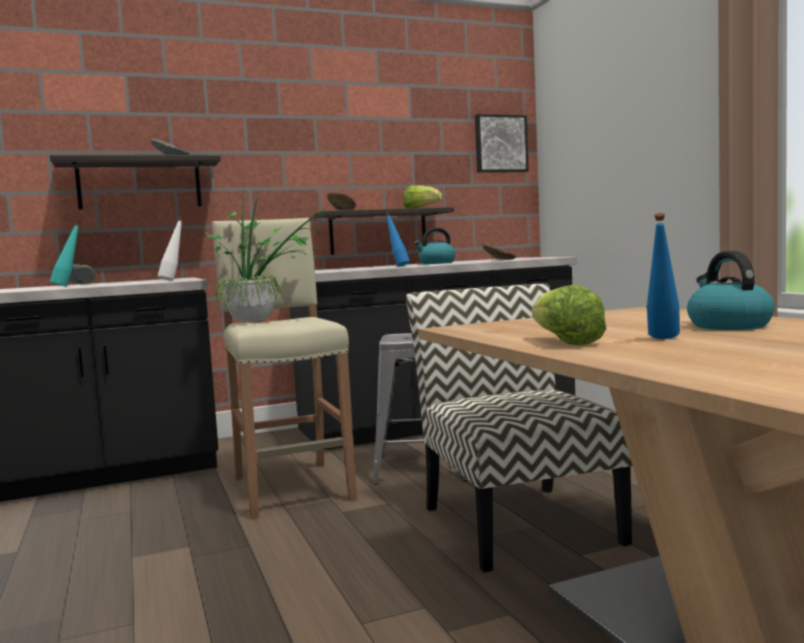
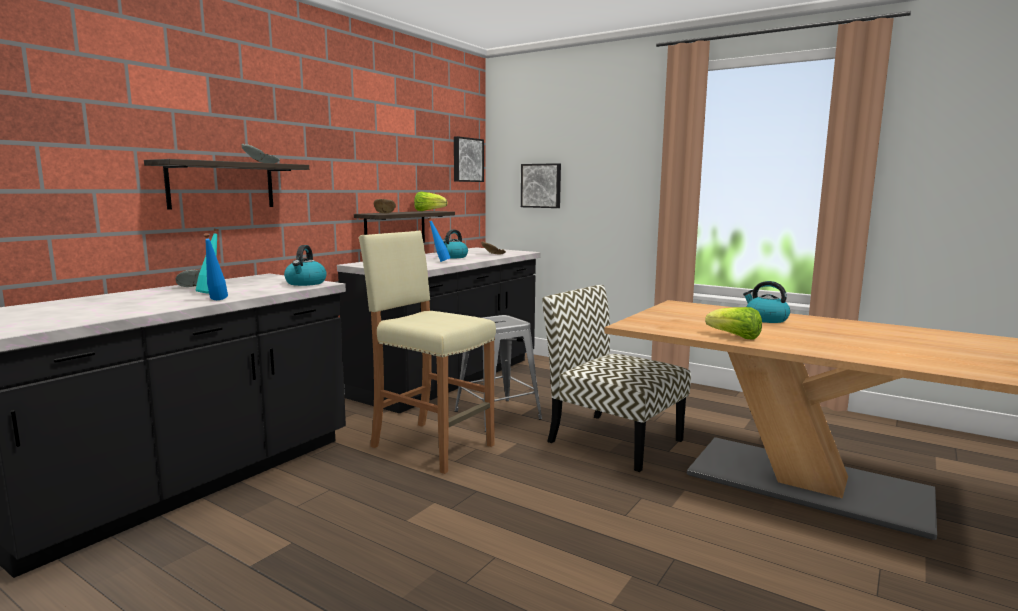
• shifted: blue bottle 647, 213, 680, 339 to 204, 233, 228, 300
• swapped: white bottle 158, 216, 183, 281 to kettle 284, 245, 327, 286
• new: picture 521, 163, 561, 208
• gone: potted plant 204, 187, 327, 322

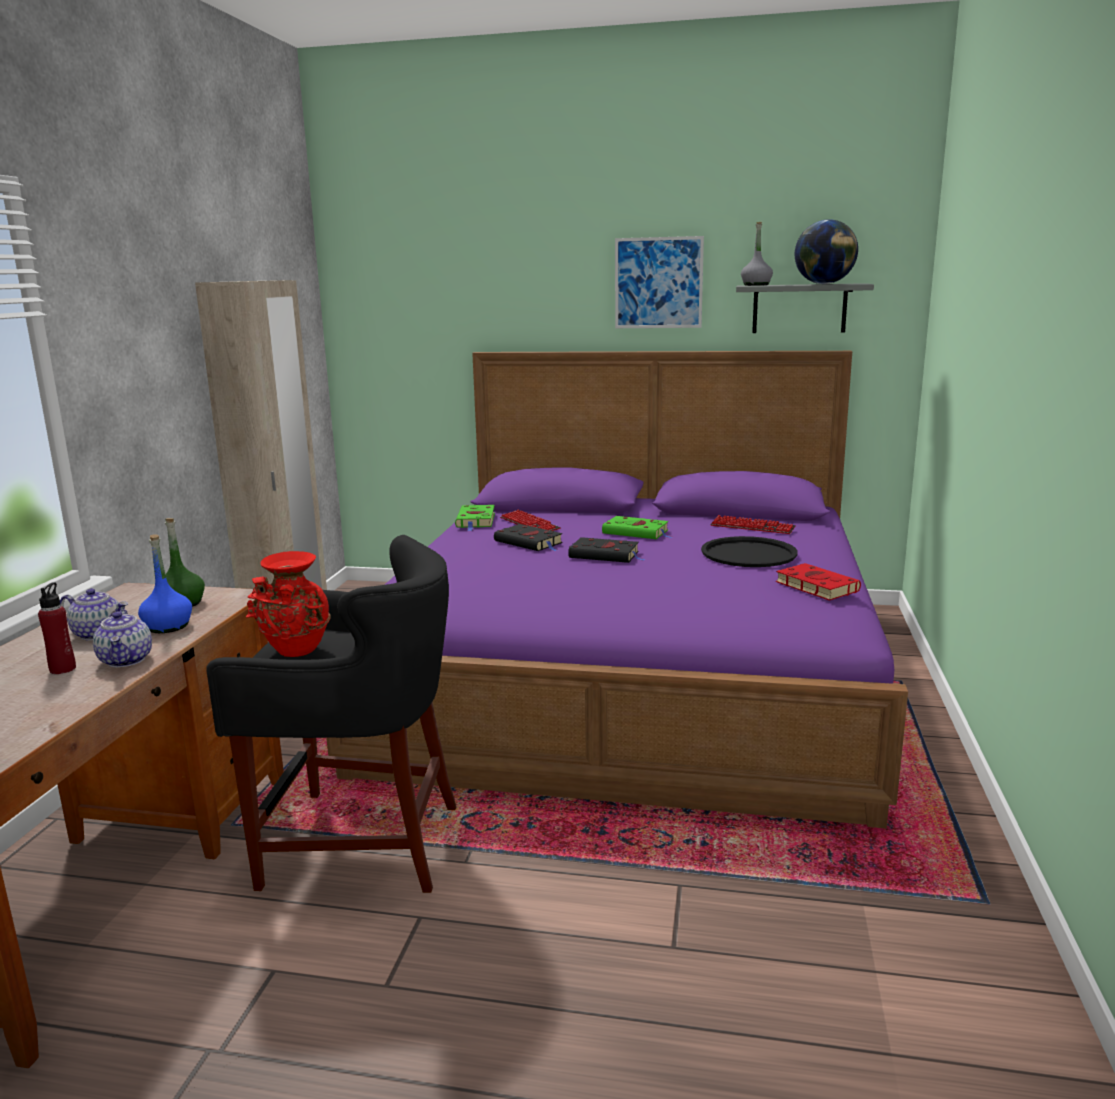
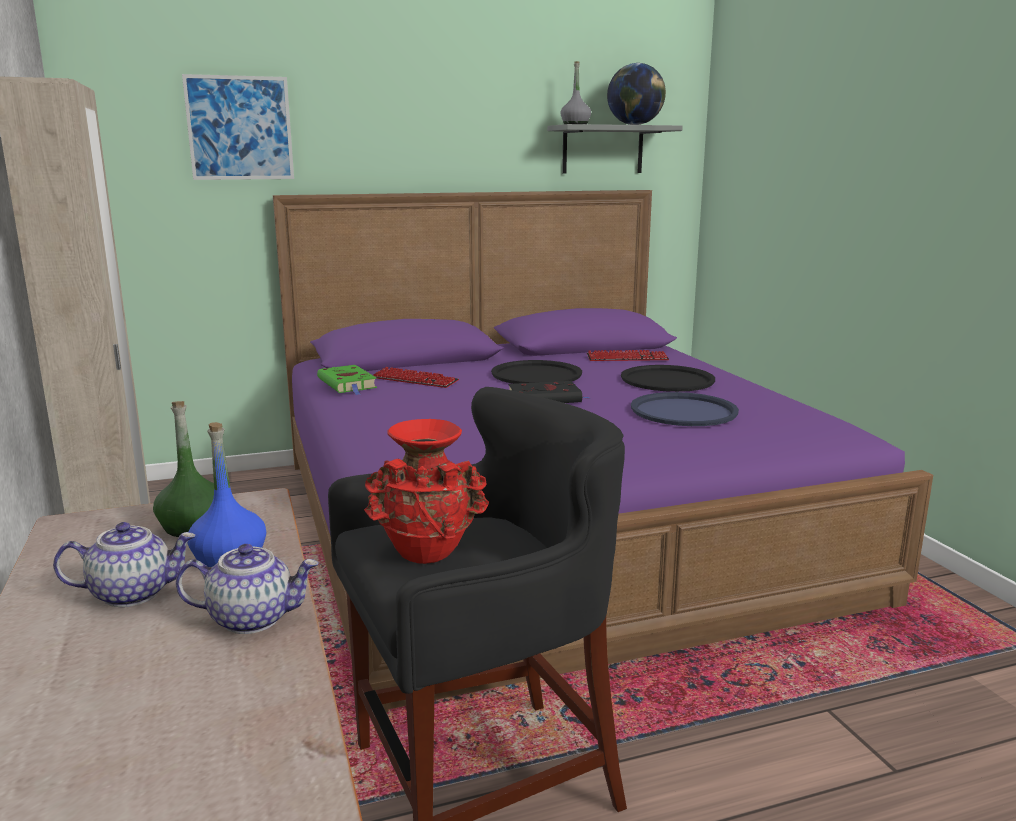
• rotated: teapot 93, 609, 152, 667 = 176, 544, 319, 634 45 degrees counterclockwise
• shifted: picture 615, 236, 704, 328 to 182, 74, 294, 180
• swapped: green book 602, 516, 671, 539 to black tray 491, 360, 582, 384
• new: blue tray 631, 392, 739, 426
• gone: red bottle 38, 583, 76, 674
• gone: black book 494, 524, 563, 551
• gone: red book 776, 563, 861, 601

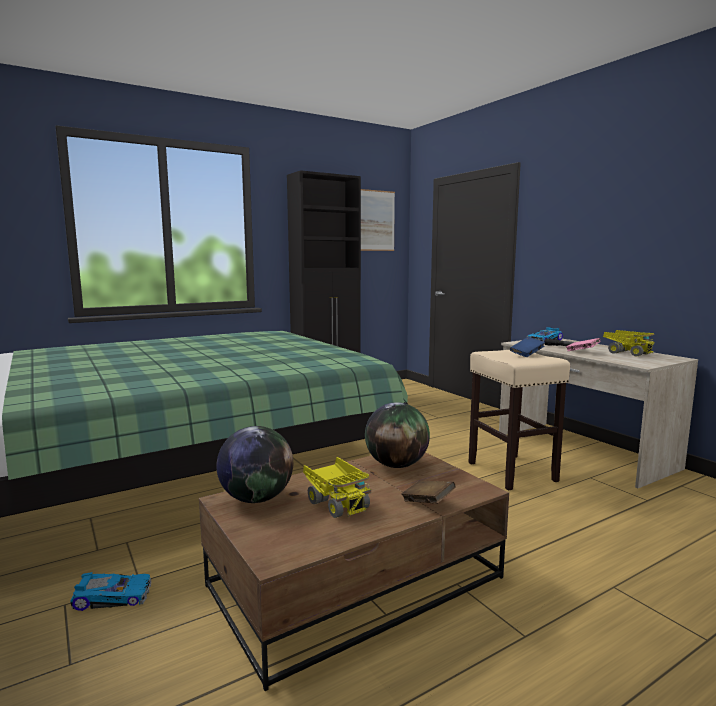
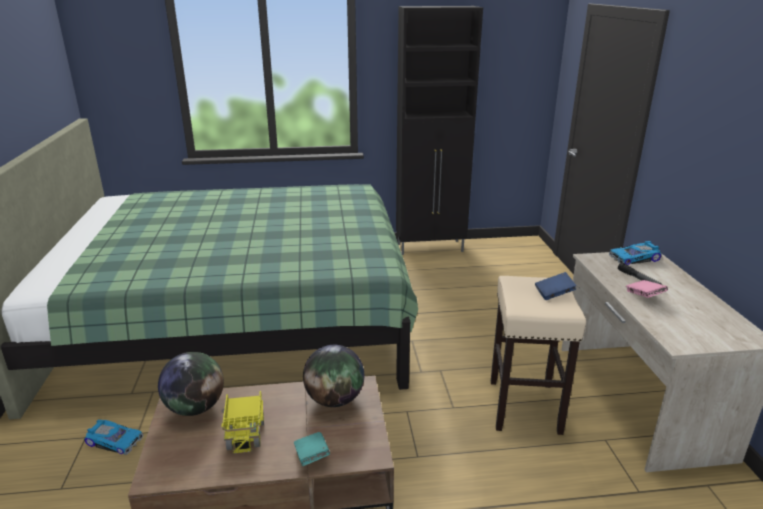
• repainted: brown book 401, 480, 455, 504 to turquoise book 294, 432, 330, 466
• gone: picture 361, 189, 395, 251
• gone: toy truck 603, 330, 655, 356

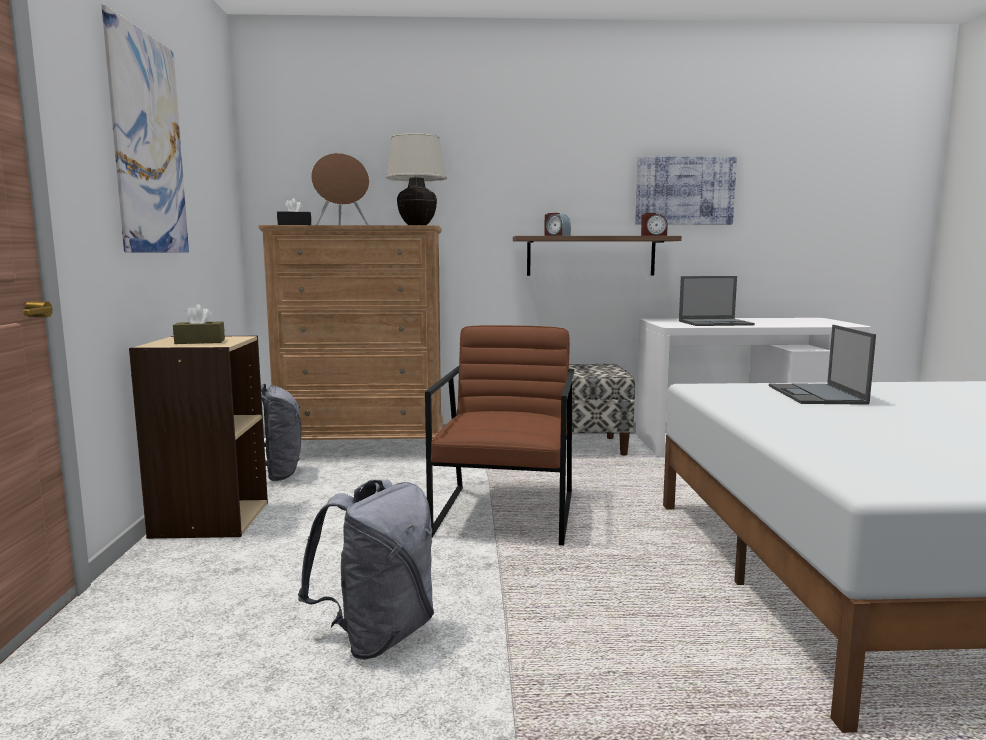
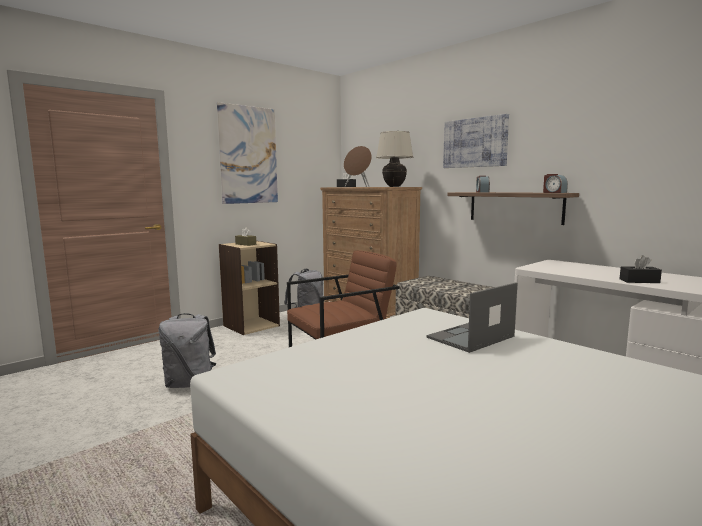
• shifted: picture 635, 156, 737, 225 to 443, 114, 509, 168
• new: black tissue box 620, 255, 662, 283
• gone: laptop 679, 276, 755, 326

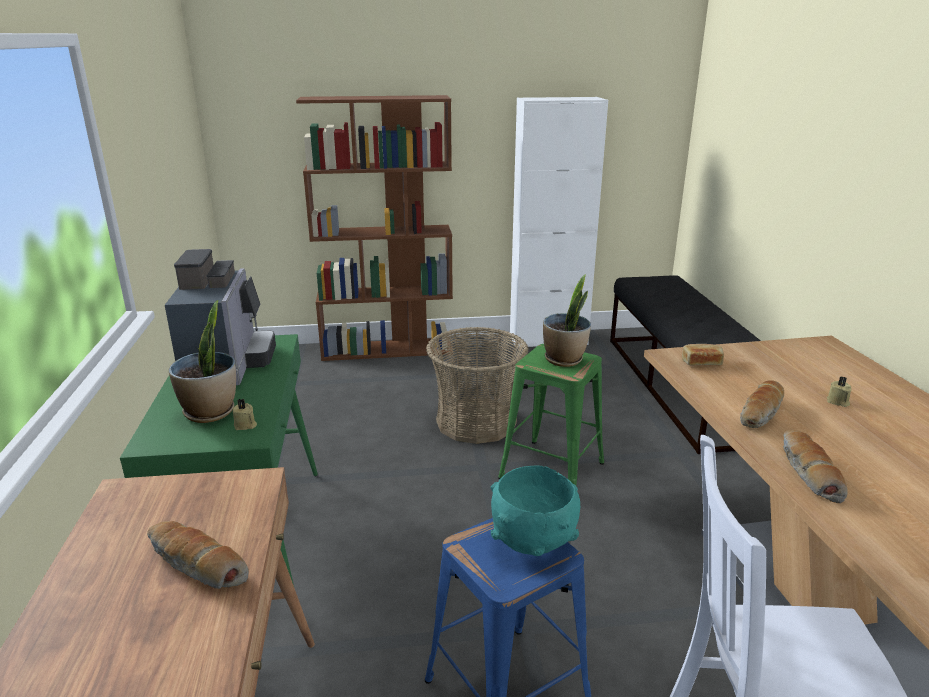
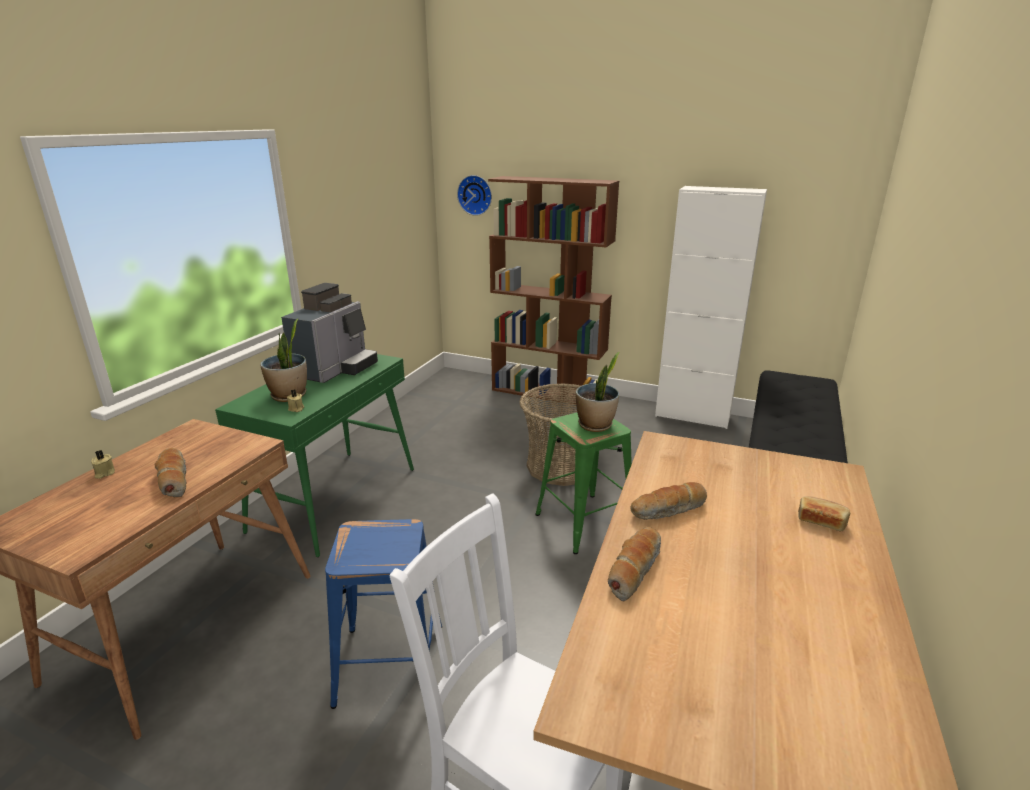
• shifted: beige candle 827, 376, 852, 407 to 91, 450, 115, 479
• new: wall clock 457, 175, 492, 216
• shifted: bread 682, 344, 724, 365 to 798, 496, 851, 531
• gone: turquoise bowl 491, 466, 580, 556

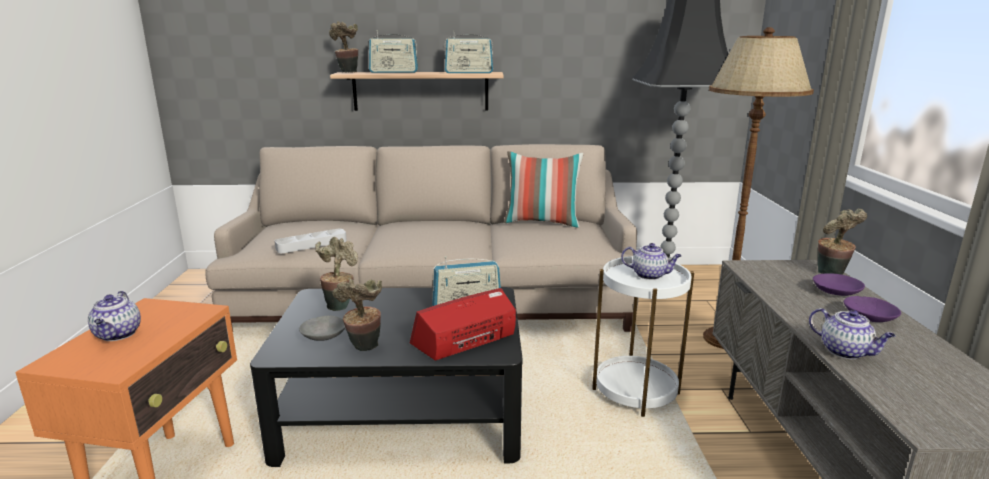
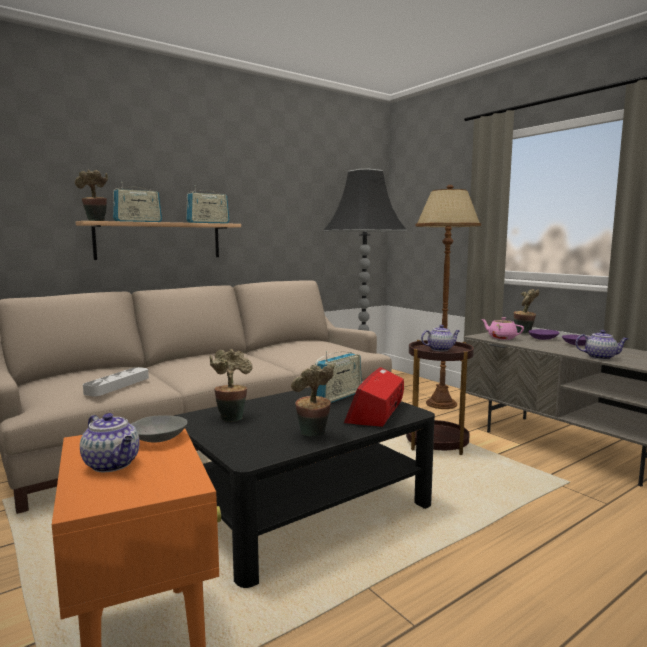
• shifted: grey bowl 299, 315, 345, 341 to 131, 415, 188, 442
• repainted: white side table 592, 256, 694, 417 to brown side table 406, 340, 474, 455
• new: pink teapot 481, 317, 524, 340
• gone: pillow 504, 151, 584, 228

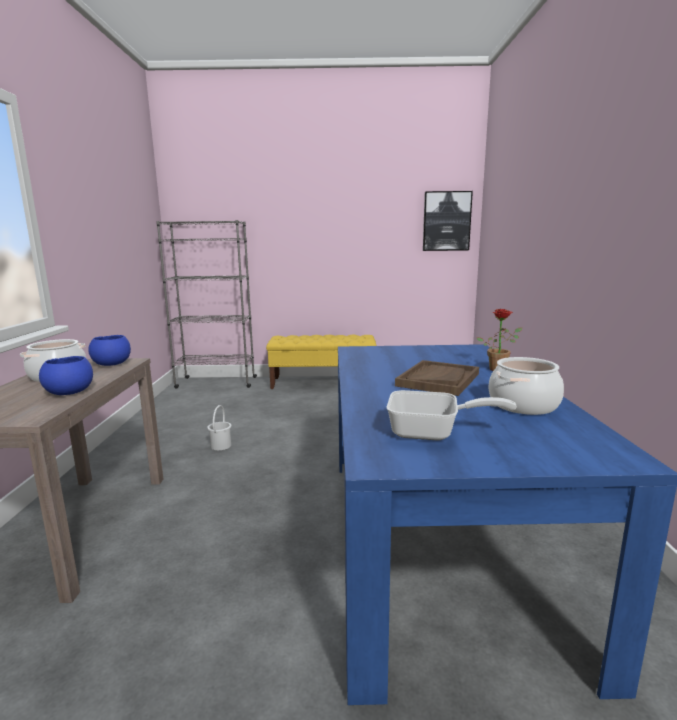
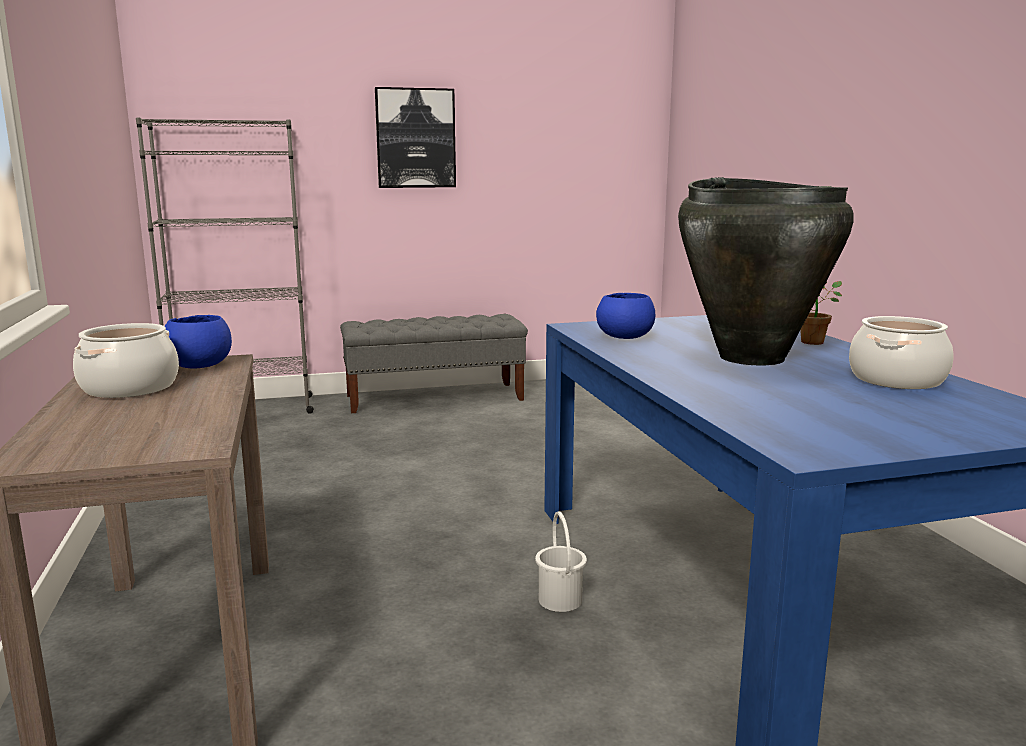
• repainted: yellow bench 266, 335, 376, 389 to grey bench 340, 314, 528, 413
• shifted: picture 423, 191, 473, 251 to 375, 87, 456, 188
• shifted: white bucket 207, 405, 232, 450 to 535, 511, 587, 612
• shifted: blue bowl 39, 356, 93, 395 to 596, 293, 655, 339
• swapped: brown tray 395, 360, 479, 396 to black vase 678, 177, 854, 365
• gone: frying pan 387, 390, 517, 441

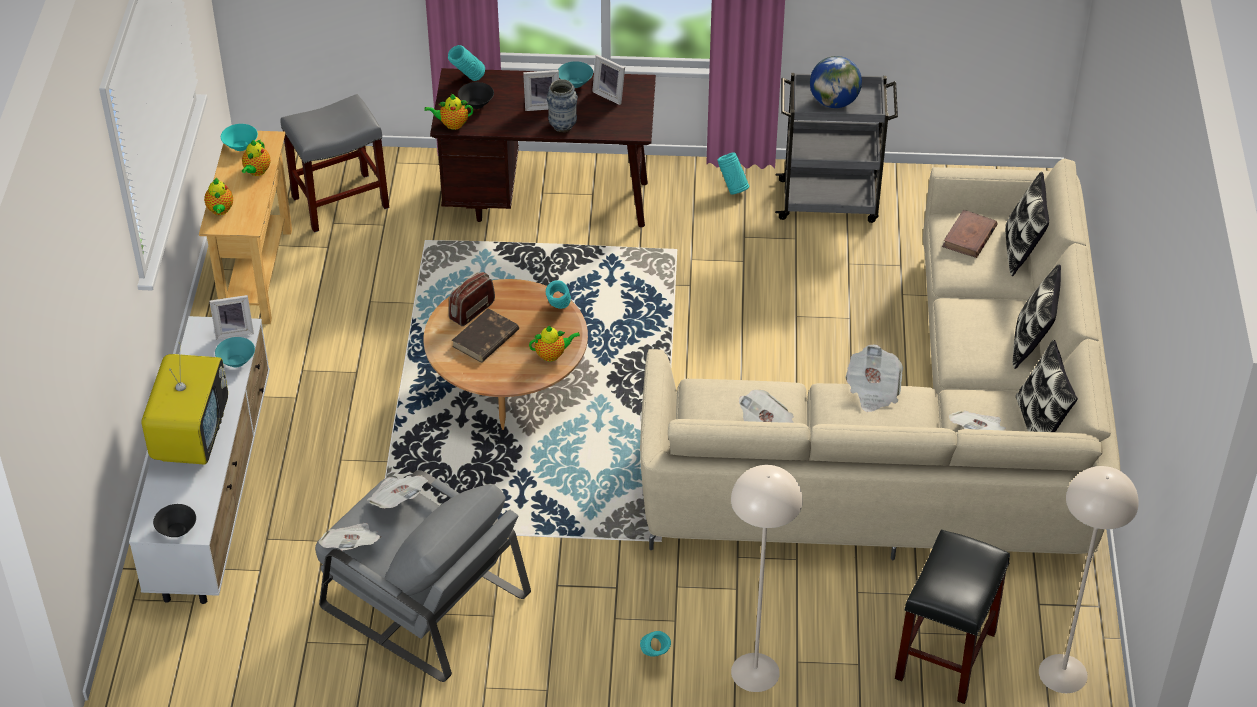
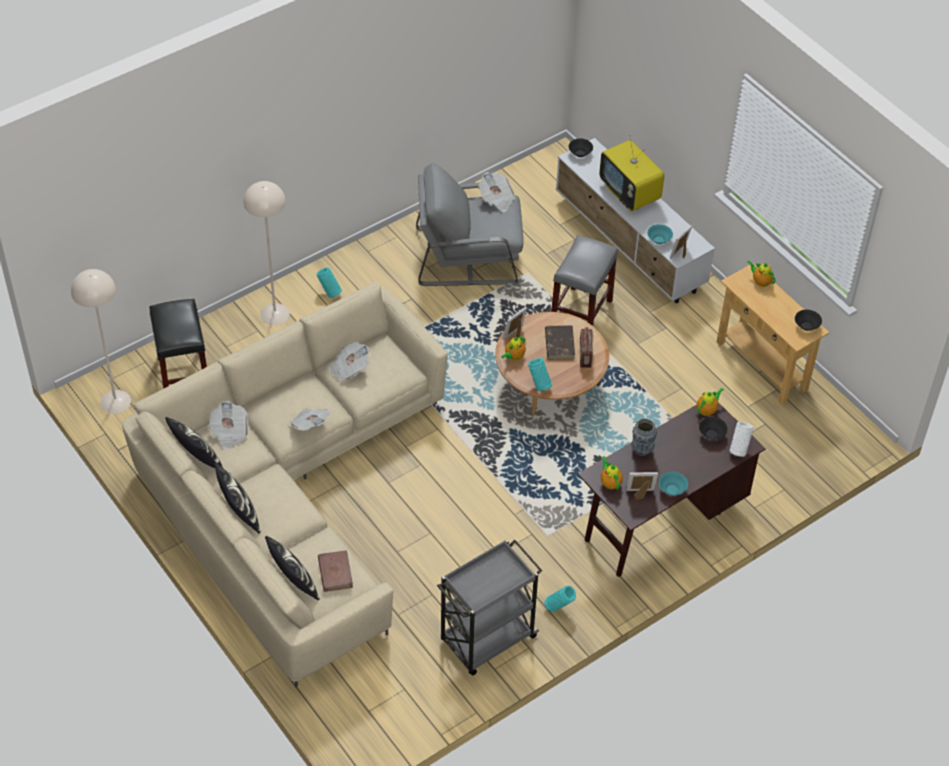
• shifted: picture frame 523, 70, 559, 111 to 503, 307, 527, 339
• shifted: grey stool 281, 94, 389, 233 to 551, 235, 618, 326
• shifted: teapot 242, 140, 271, 176 to 601, 456, 623, 489
• repainted: turquoise vase 448, 45, 485, 81 to white vase 729, 422, 754, 457
• repainted: turquoise bowl 221, 124, 258, 151 to black bowl 795, 310, 822, 331
• gone: newspaper 367, 475, 428, 508
• gone: globe 810, 56, 862, 108

